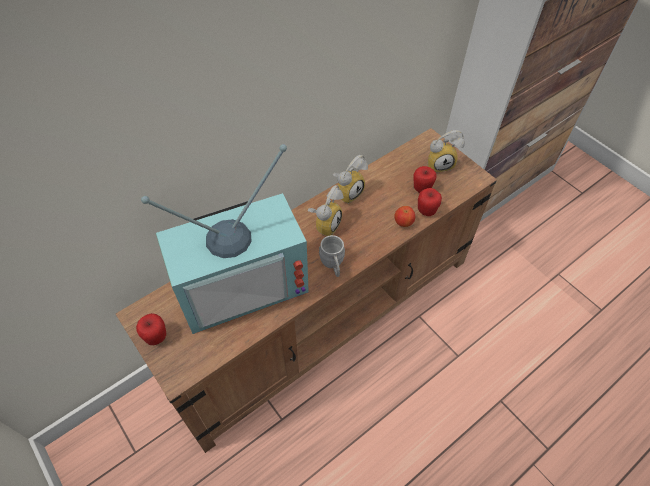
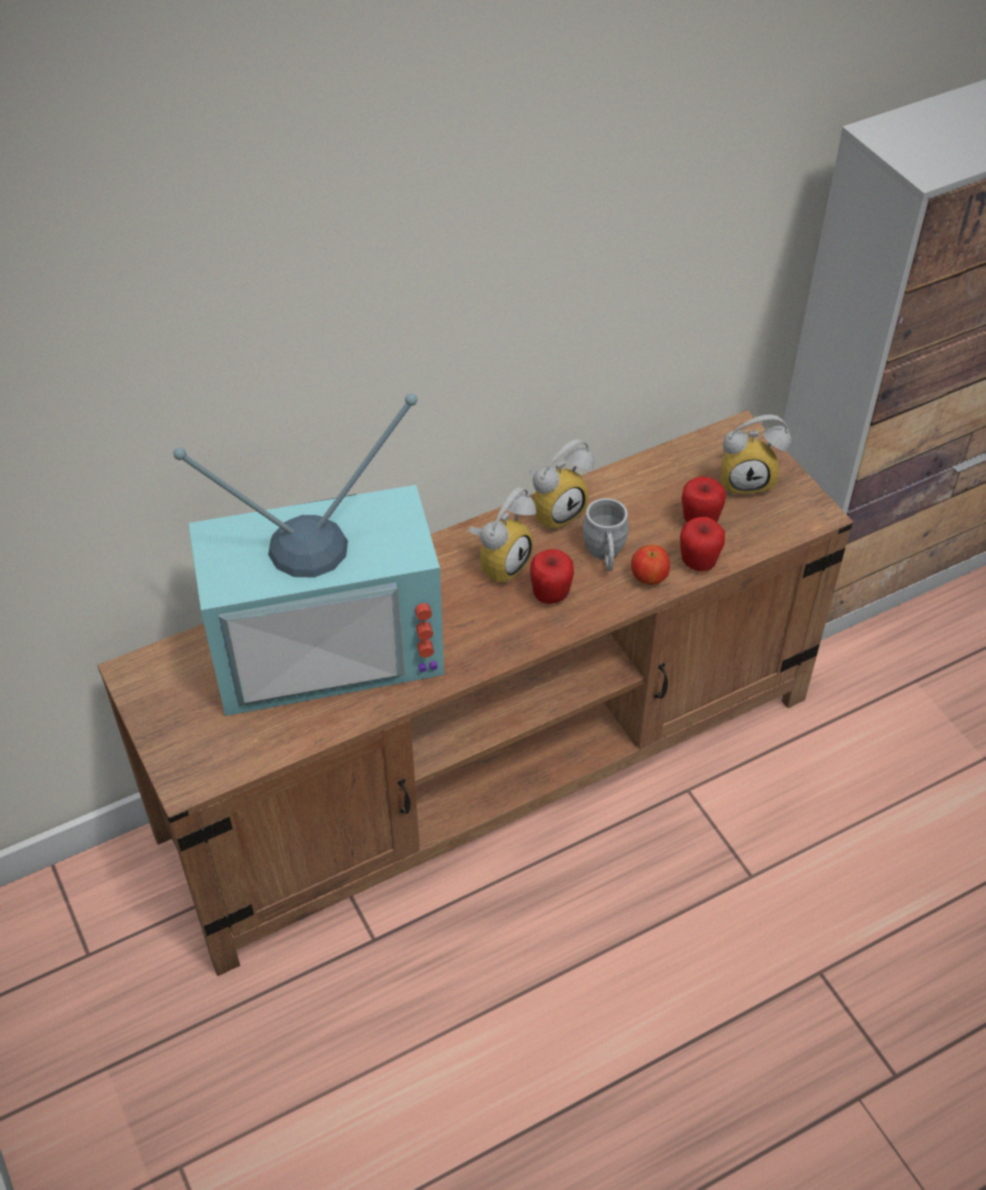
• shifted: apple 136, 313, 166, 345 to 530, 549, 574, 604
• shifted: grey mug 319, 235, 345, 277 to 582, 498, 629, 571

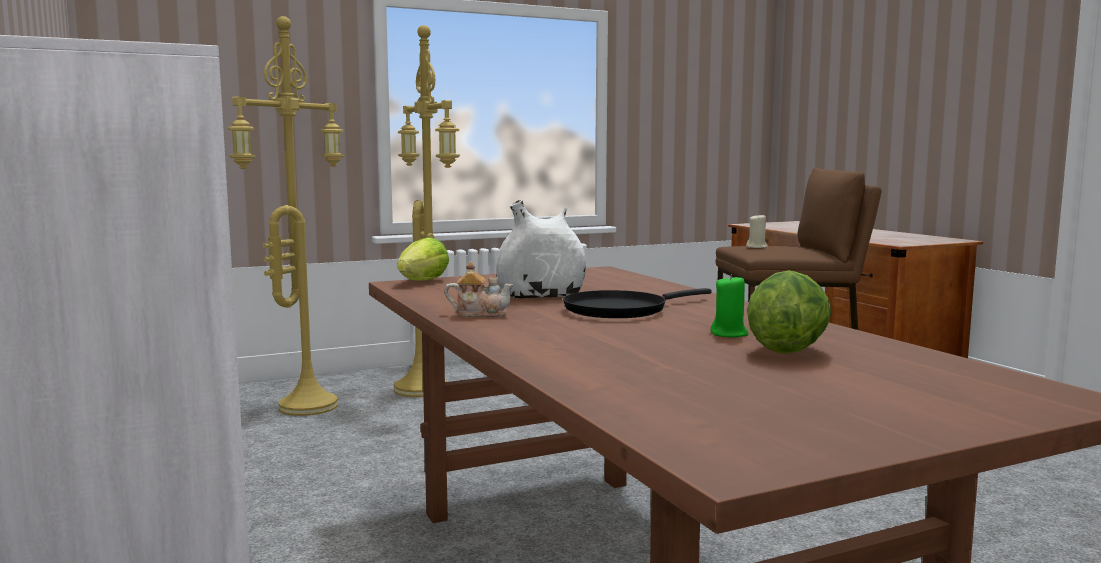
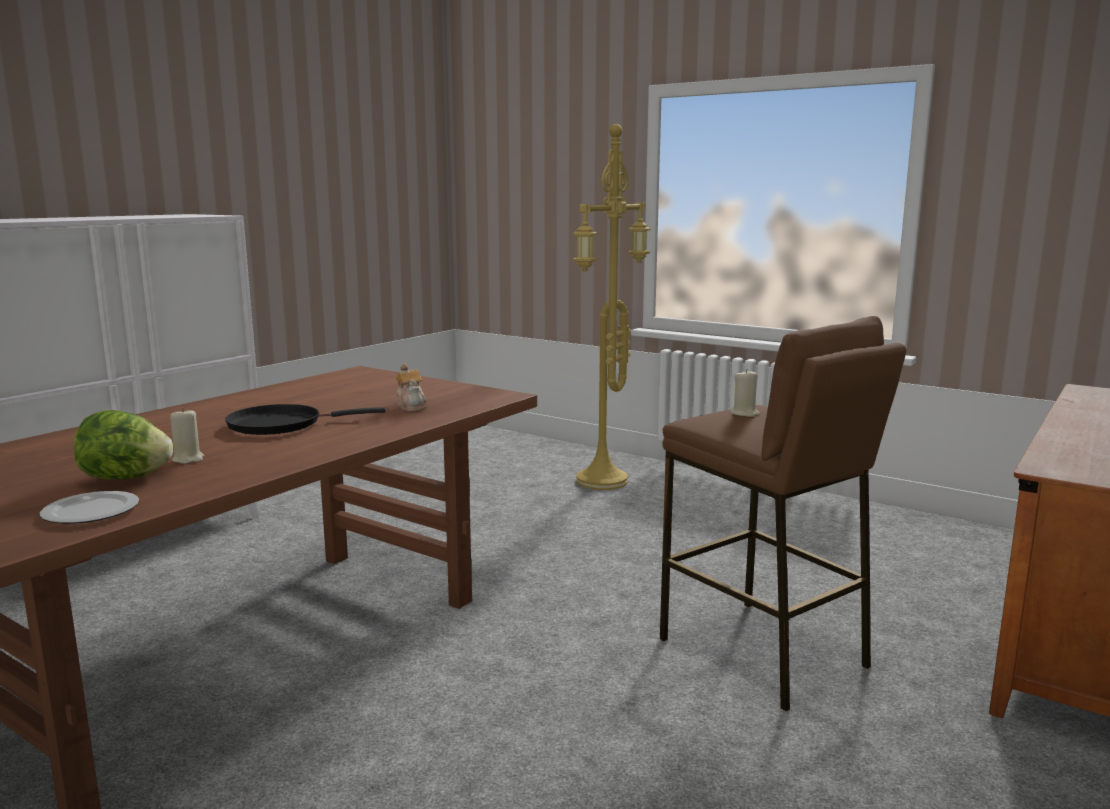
• new: plate 40, 491, 139, 524
• repainted: green candle 711, 274, 749, 337 to beige candle 170, 408, 204, 464
• rotated: black frying pan 563, 288, 712, 318 = 225, 404, 385, 435 45 degrees counterclockwise
• shifted: teapot 445, 261, 514, 317 to 396, 364, 426, 411
• gone: yellow floor lamp 228, 16, 344, 416
• gone: lettuce 397, 237, 449, 281
• gone: white vase 496, 200, 586, 298

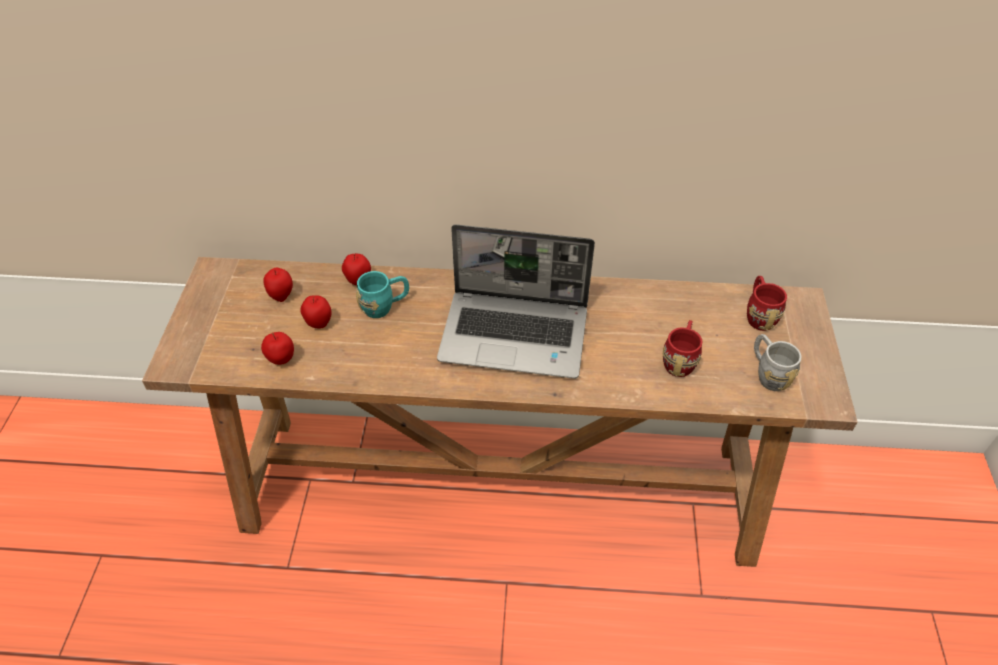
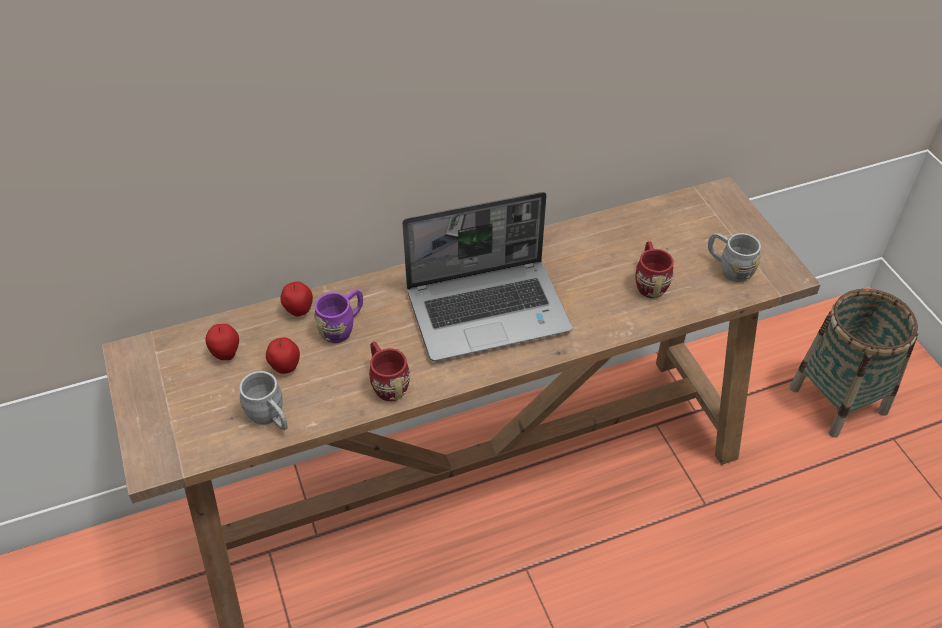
• swapped: apple 261, 332, 294, 365 to grey mug 239, 371, 288, 431
• repainted: turquoise mug 356, 271, 409, 318 to purple mug 314, 289, 363, 343
• shifted: red mug 747, 276, 787, 331 to 369, 342, 410, 401
• new: basket 790, 289, 918, 438

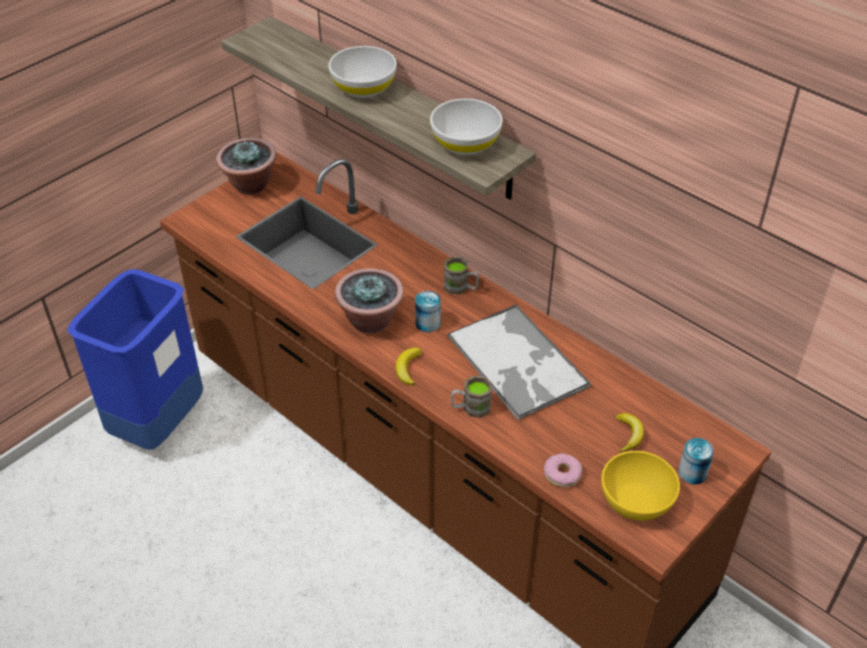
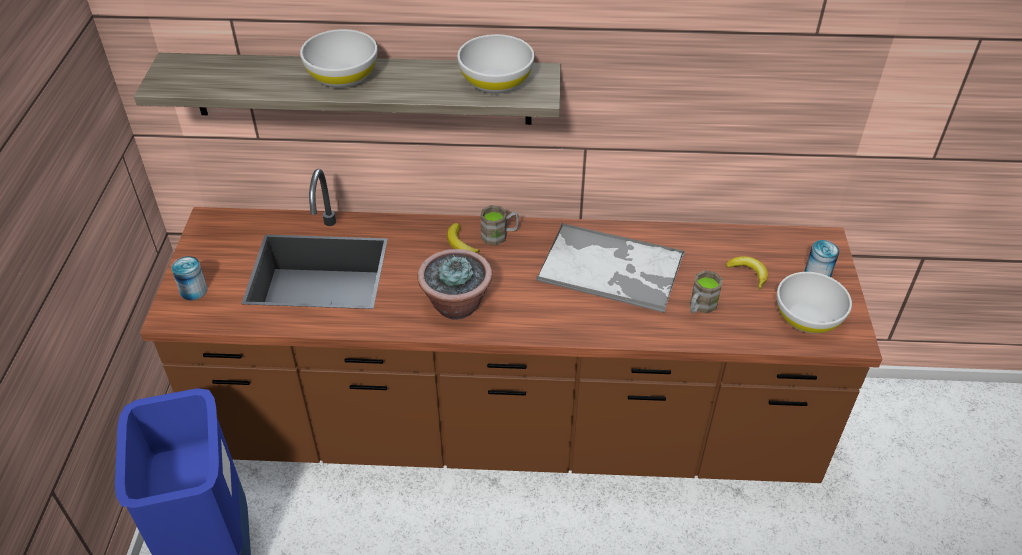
• shifted: can 415, 291, 441, 332 to 171, 256, 208, 301
• shifted: banana 395, 348, 422, 386 to 447, 223, 480, 253
• shifted: brown mug 451, 375, 492, 418 to 690, 270, 723, 313
• repainted: yellow bowl 601, 451, 680, 521 to white bowl 777, 272, 852, 334
• gone: potted plant 216, 138, 277, 194
• gone: donut 544, 453, 583, 488

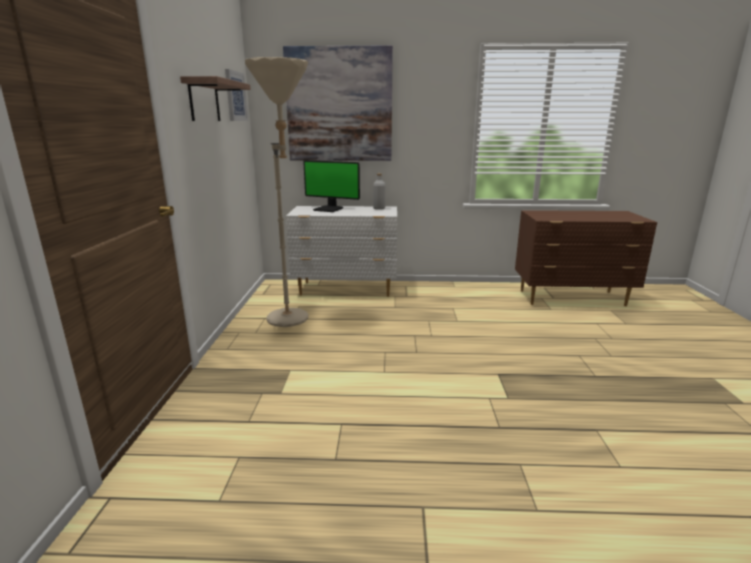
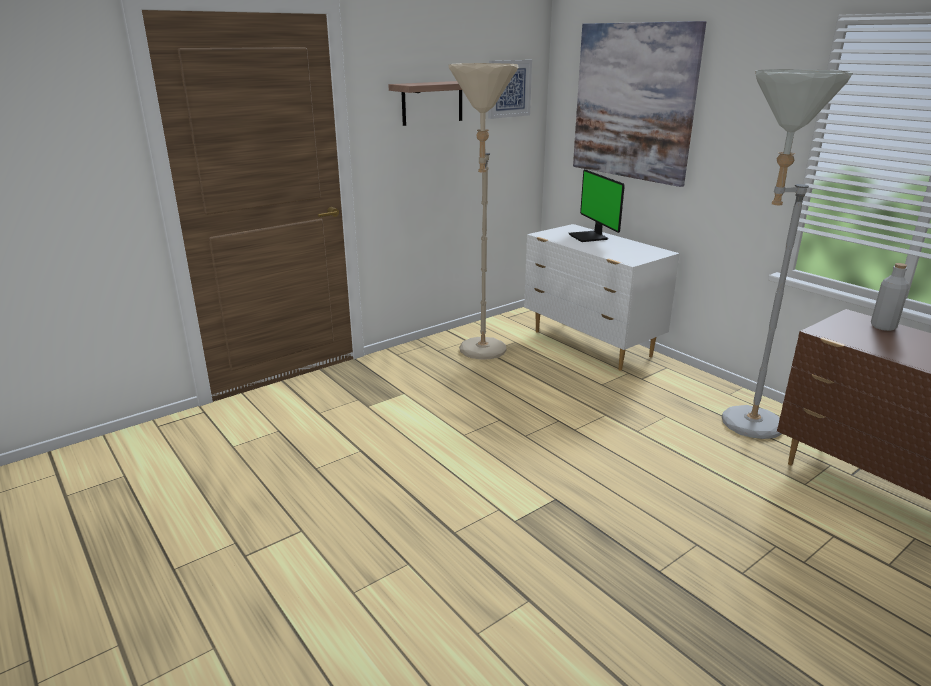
• new: grey floor lamp 722, 69, 853, 439
• shifted: grey bottle 373, 173, 385, 210 to 871, 263, 909, 331

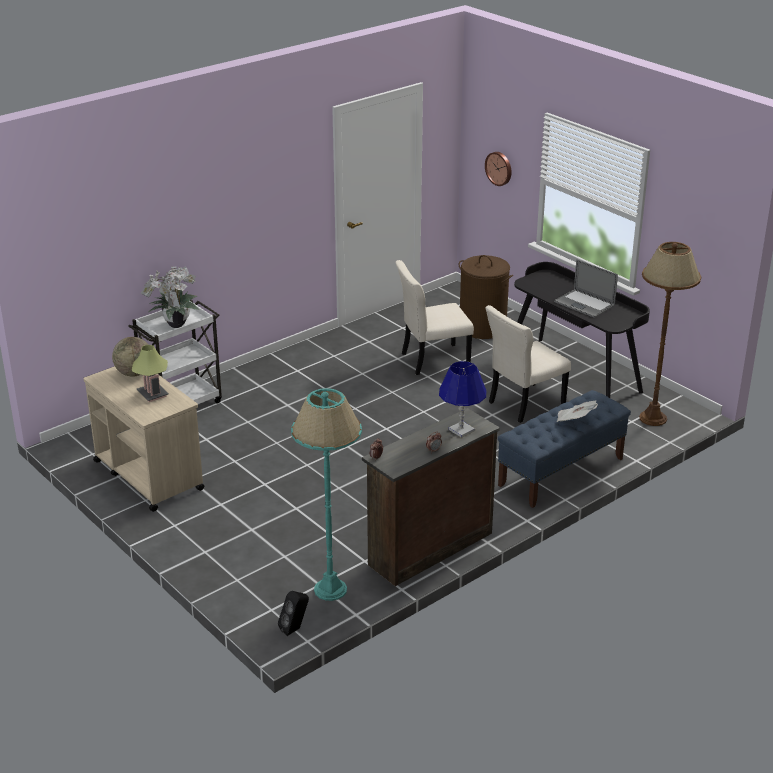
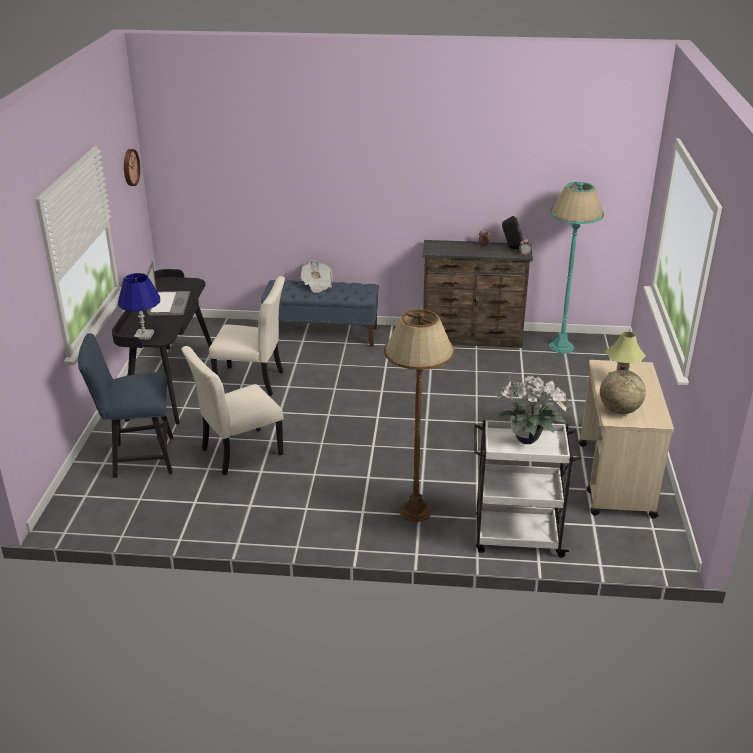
• swapped: brown laundry basket 459, 255, 513, 339 to blue chair 78, 333, 173, 478
• shifted: blue table lamp 439, 361, 486, 438 to 118, 273, 160, 340
• shifted: wall clock 485, 152, 511, 186 to 124, 149, 140, 186
• rotated: beige chair 395, 260, 474, 375 = 181, 346, 283, 475 120 degrees clockwise
• shifted: brown floor lamp 639, 242, 701, 426 to 384, 309, 455, 522
• shifted: black speaker 278, 591, 309, 636 to 502, 216, 523, 249

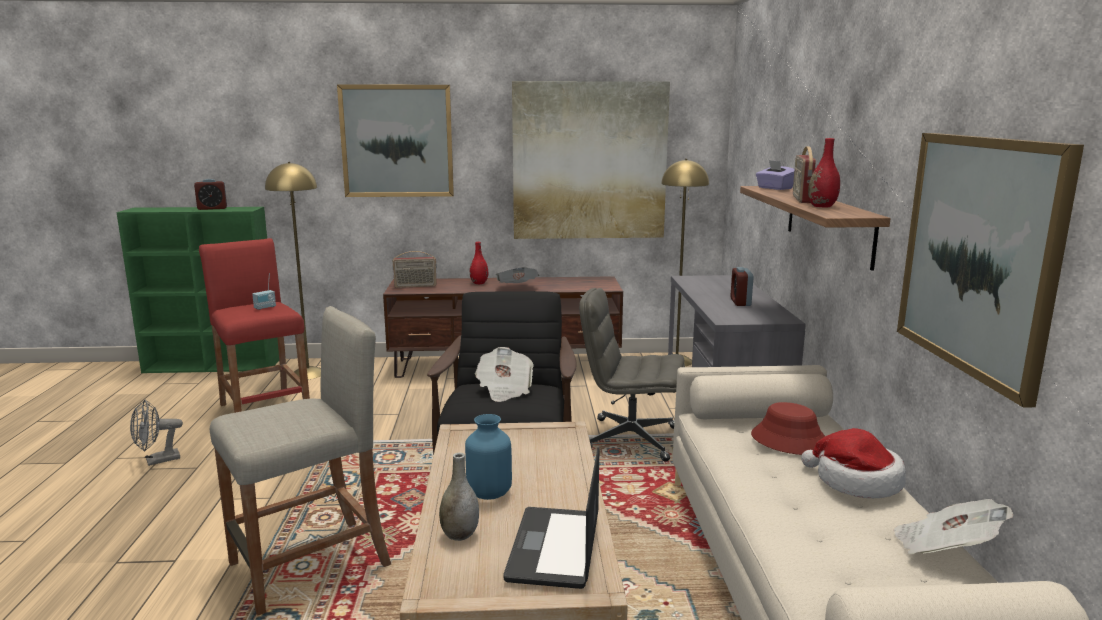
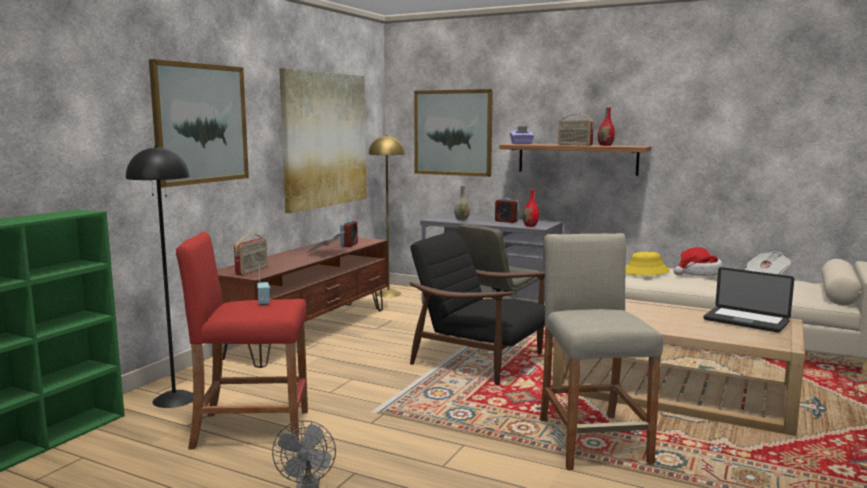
• repainted: yellow floor lamp 265, 162, 321, 379 to black floor lamp 126, 146, 193, 408
• shifted: alarm clock 194, 179, 227, 210 to 340, 220, 358, 247
• shifted: picture 897, 133, 1084, 408 to 414, 89, 493, 177
• shifted: grey vase 439, 453, 479, 541 to 454, 186, 470, 221
• shifted: red vase 470, 242, 488, 284 to 523, 190, 539, 227
• repainted: red hat 751, 402, 825, 455 to yellow hat 625, 252, 670, 275
• gone: blue vase 465, 414, 512, 500
• gone: newspaper 475, 347, 534, 402

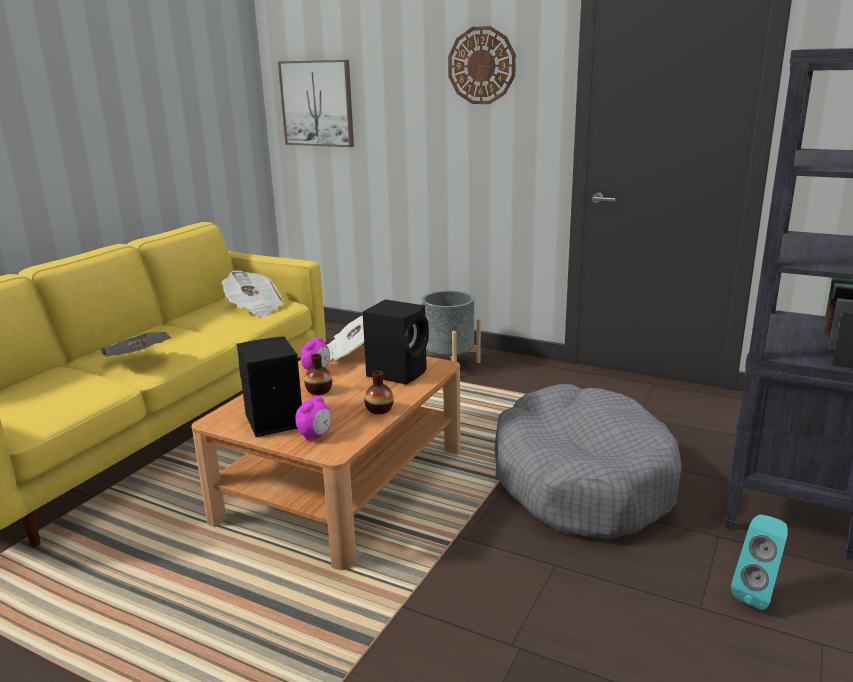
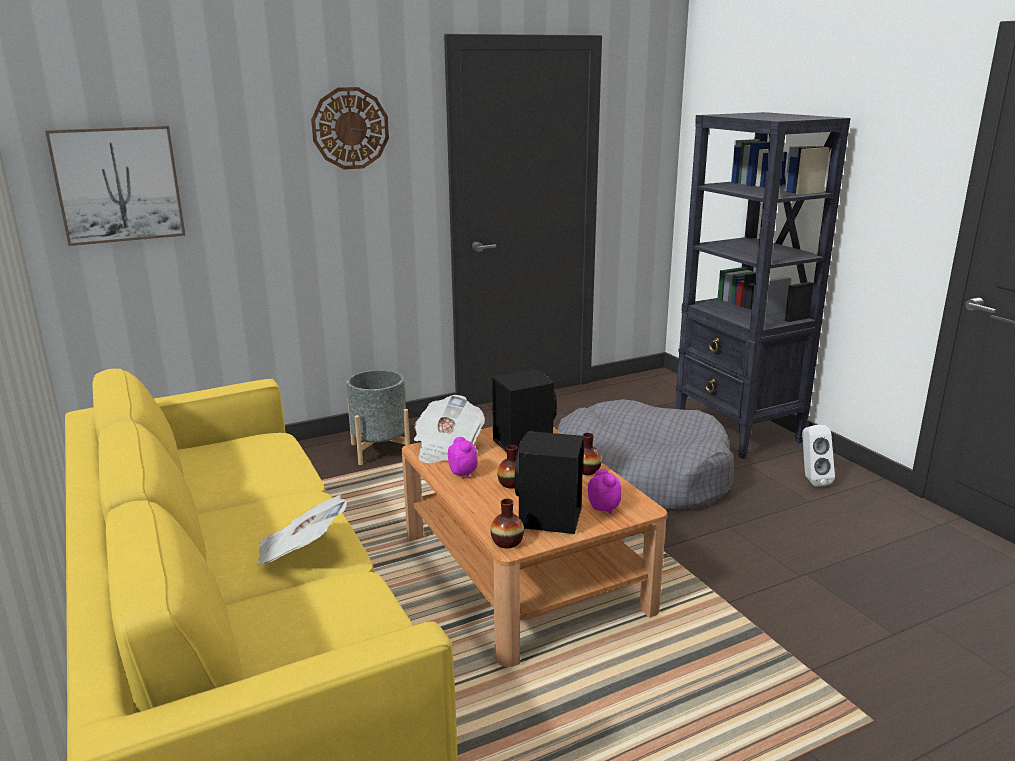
• new: vase 491, 499, 524, 548
• repainted: turquoise speaker 731, 514, 788, 610 to white speaker 802, 425, 835, 487
• gone: newspaper 222, 270, 284, 317

